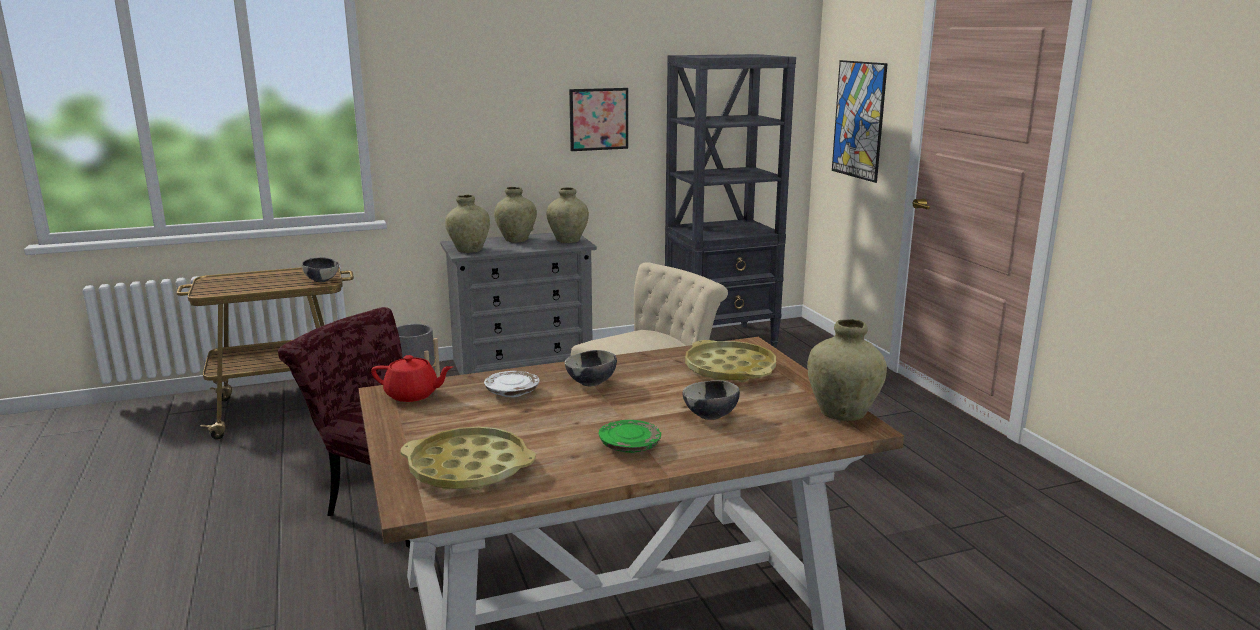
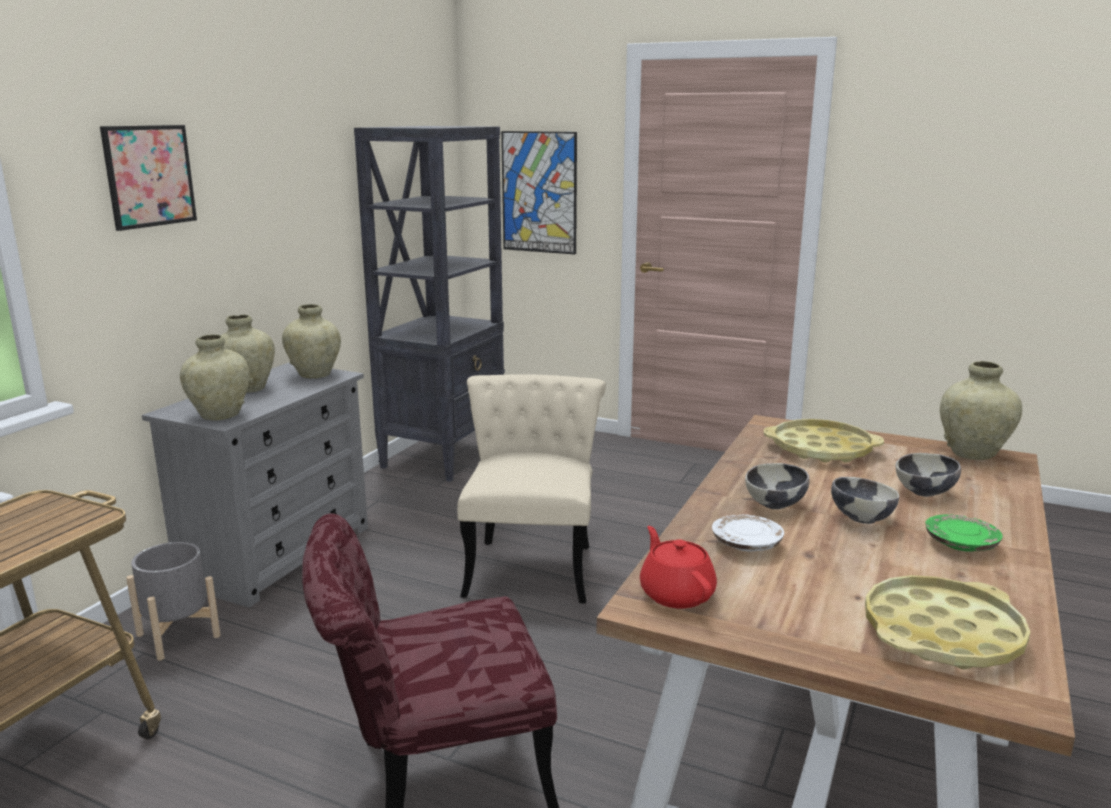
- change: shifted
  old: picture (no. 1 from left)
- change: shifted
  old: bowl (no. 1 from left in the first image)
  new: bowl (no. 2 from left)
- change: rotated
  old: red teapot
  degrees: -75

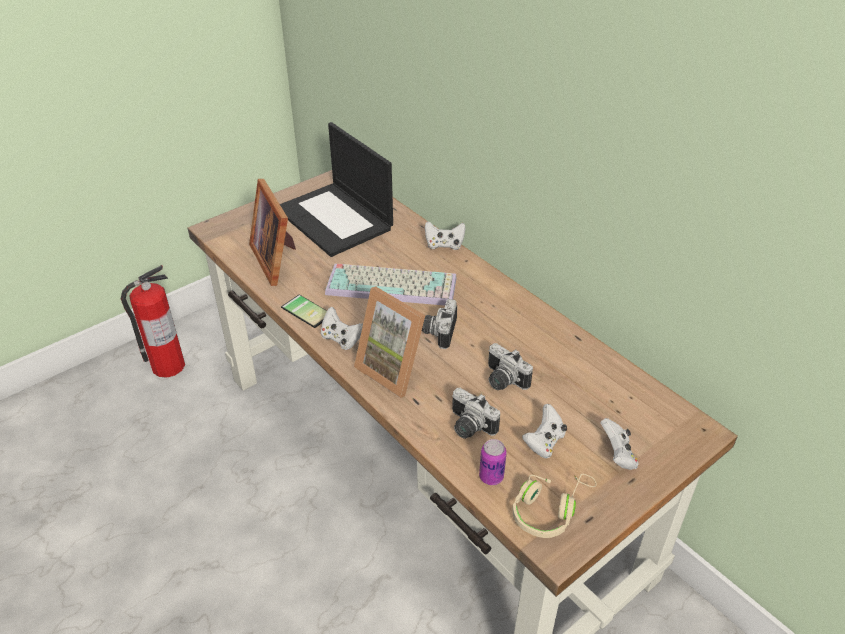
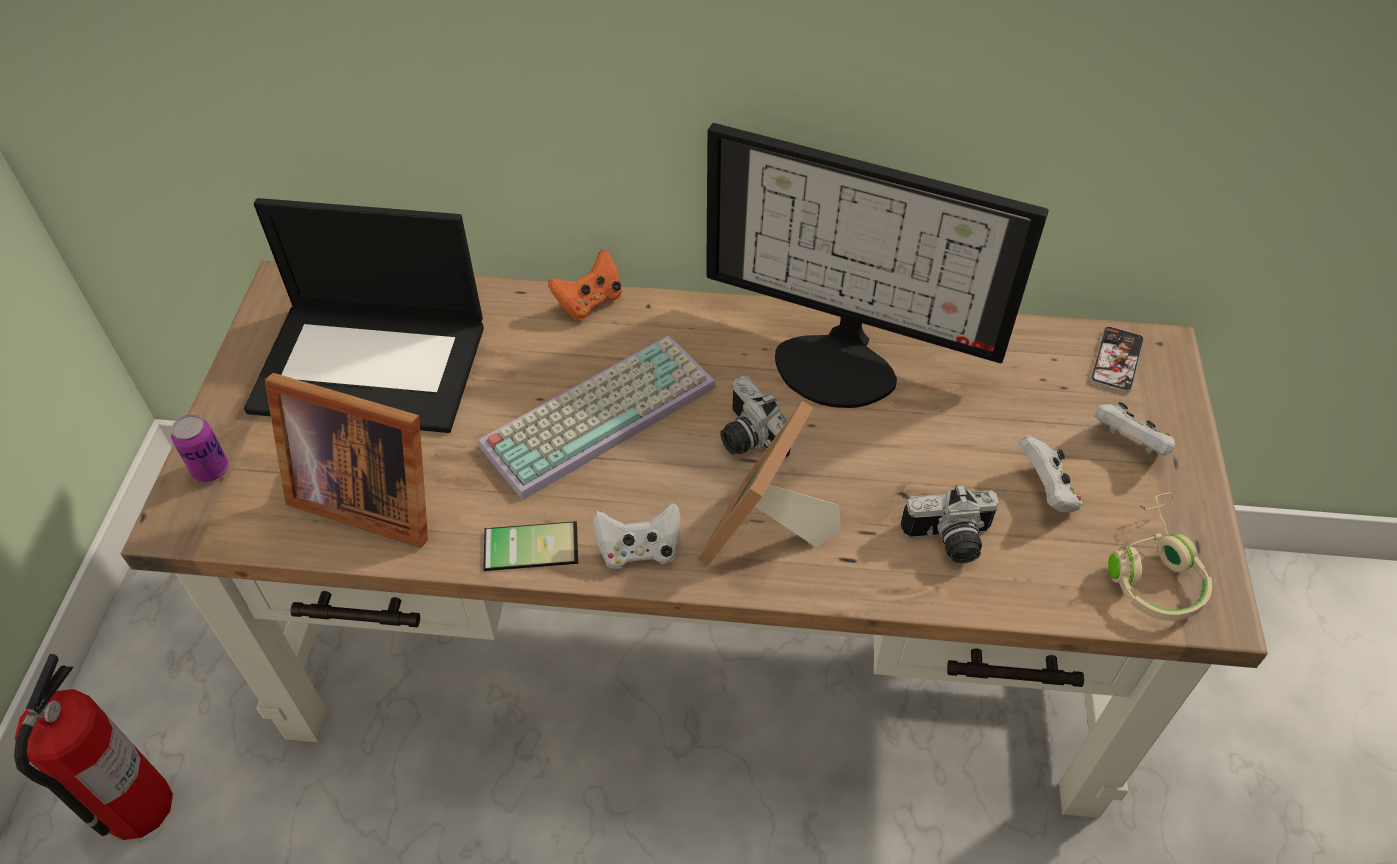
- change: repainted
  old: white game controller (no. 2 from left)
  new: orange game controller
- change: rotated
  old: picture frame (no. 2 from left)
  degrees: 120
- change: gone
  old: photo camera (no. 3 from left)
- change: shifted
  old: can
- change: new
  new: monitor
- change: new
  new: phone (no. 2 from left)

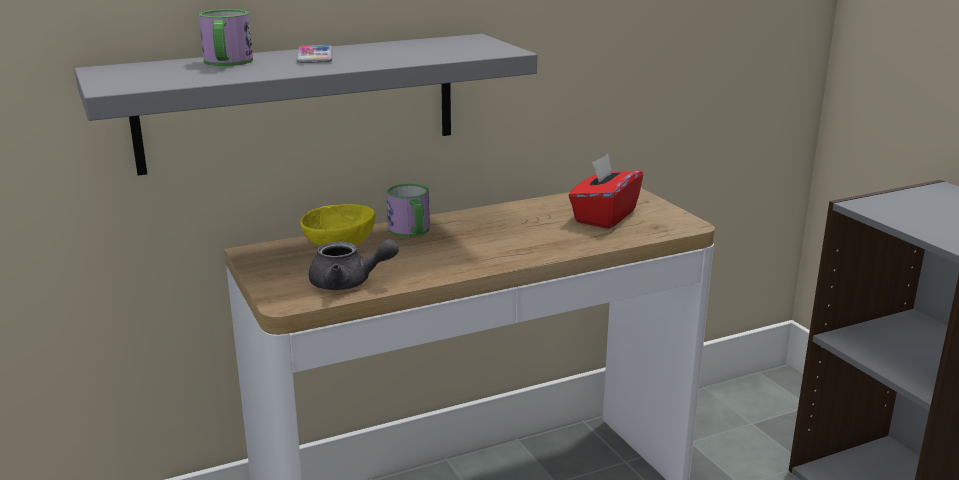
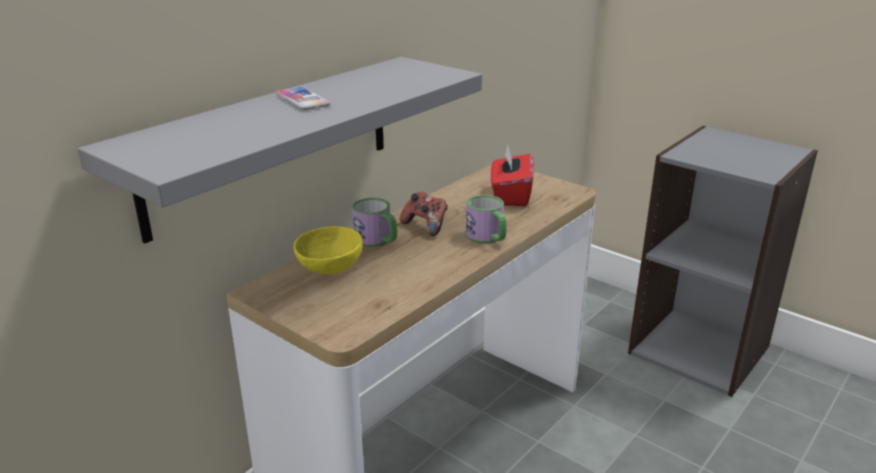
- change: shifted
  old: mug (no. 1 from left in the first image)
  new: mug (no. 2 from left)
- change: gone
  old: grey teapot
- change: new
  new: game controller

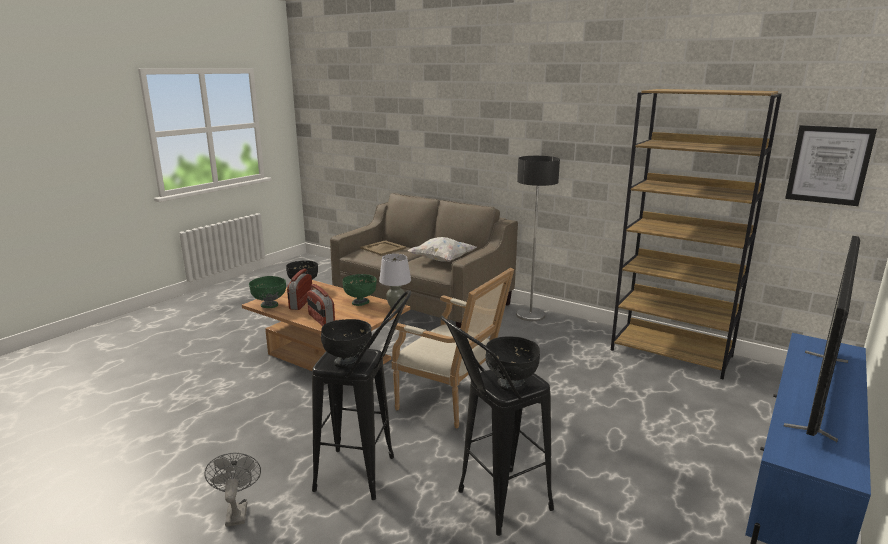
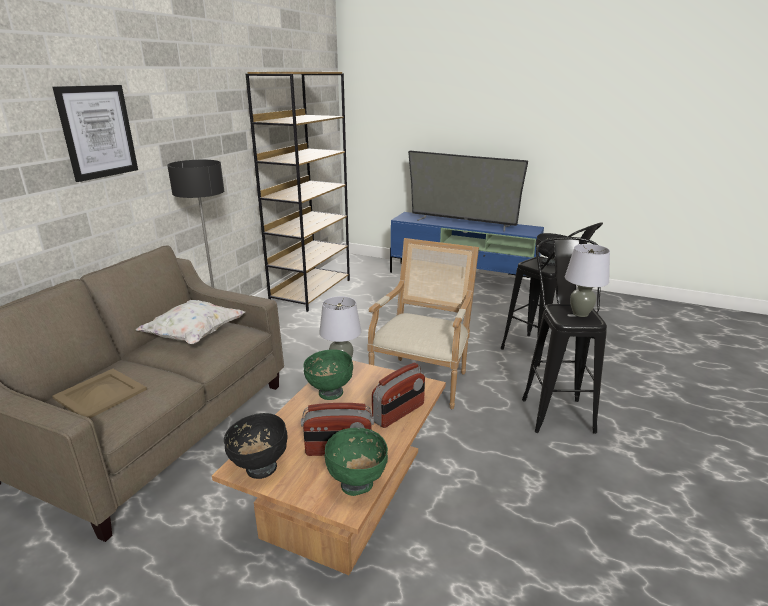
- change: shifted
  old: picture
- change: swapped
  old: black bowl (no. 2 from left)
  new: grey table lamp (no. 2 from left)
- change: gone
  old: grey fan

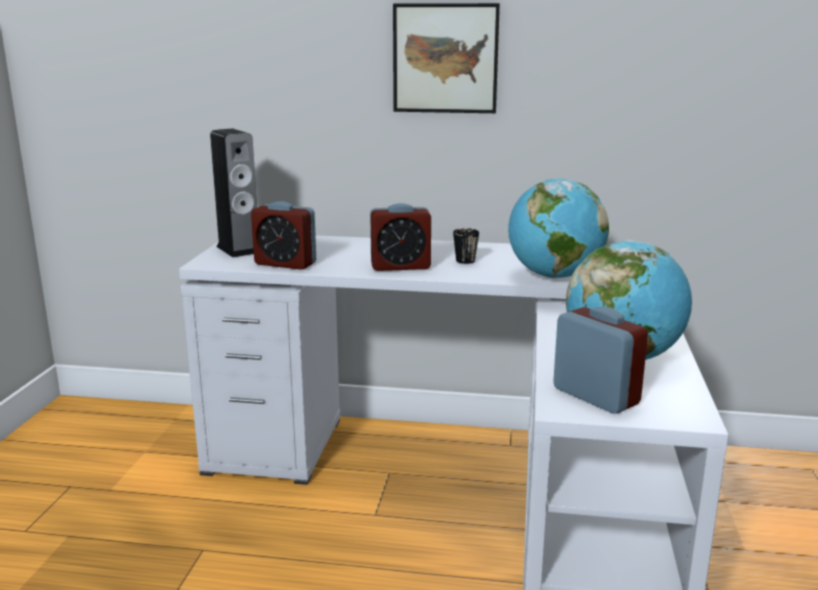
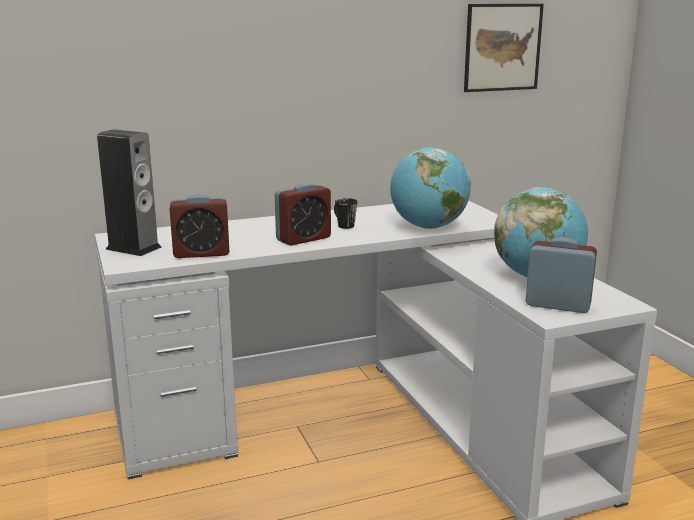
- change: shifted
  old: picture

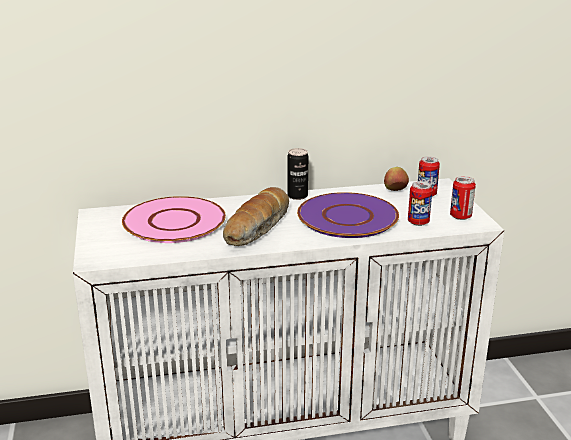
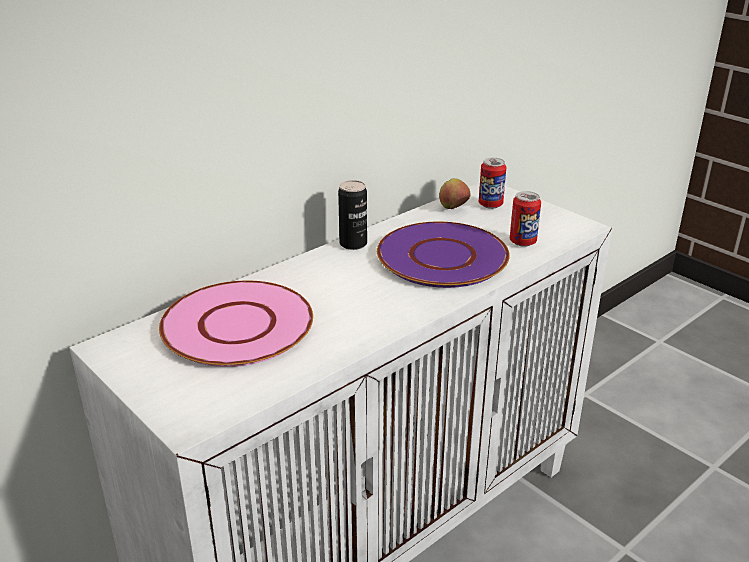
- change: gone
  old: can (no. 4 from left)
- change: gone
  old: bread

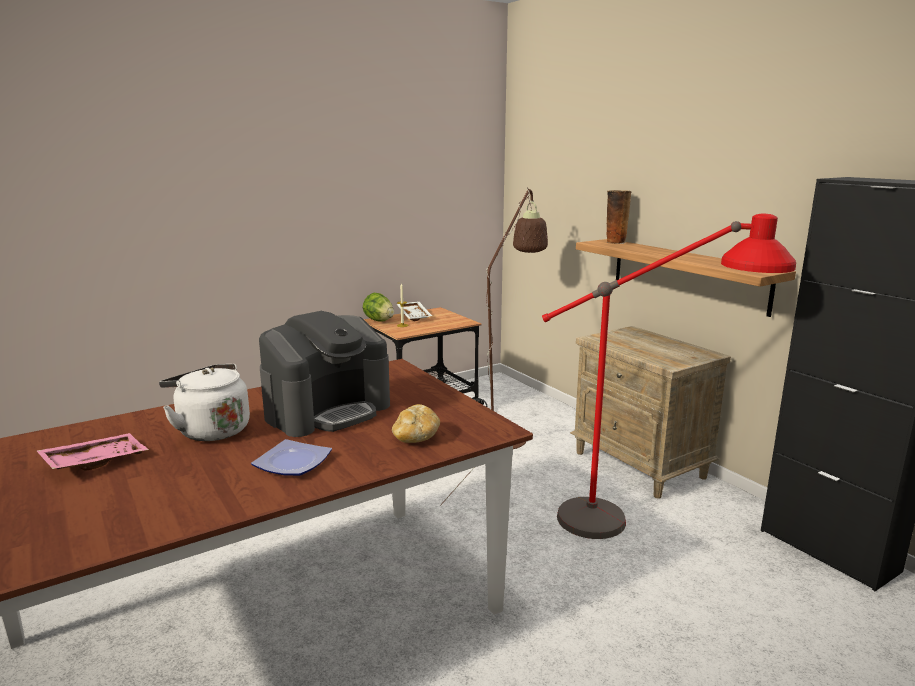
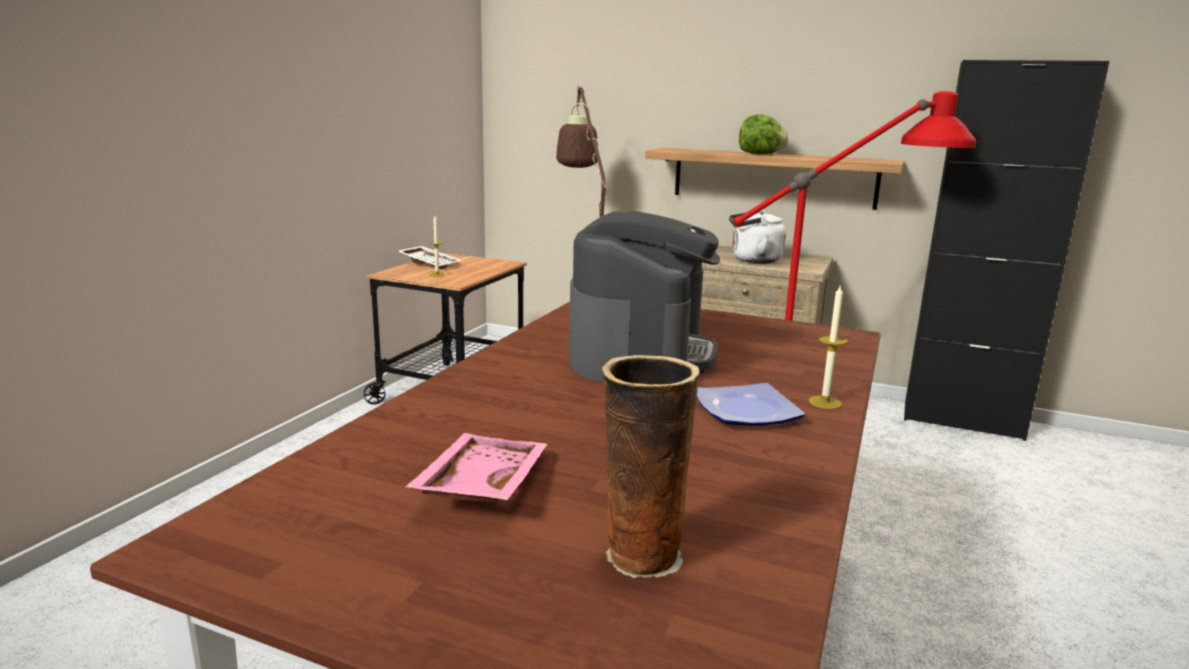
- change: shifted
  old: vase
- change: shifted
  old: lettuce
- change: shifted
  old: white kettle
- change: gone
  old: bread
- change: new
  new: candle (no. 2 from left)

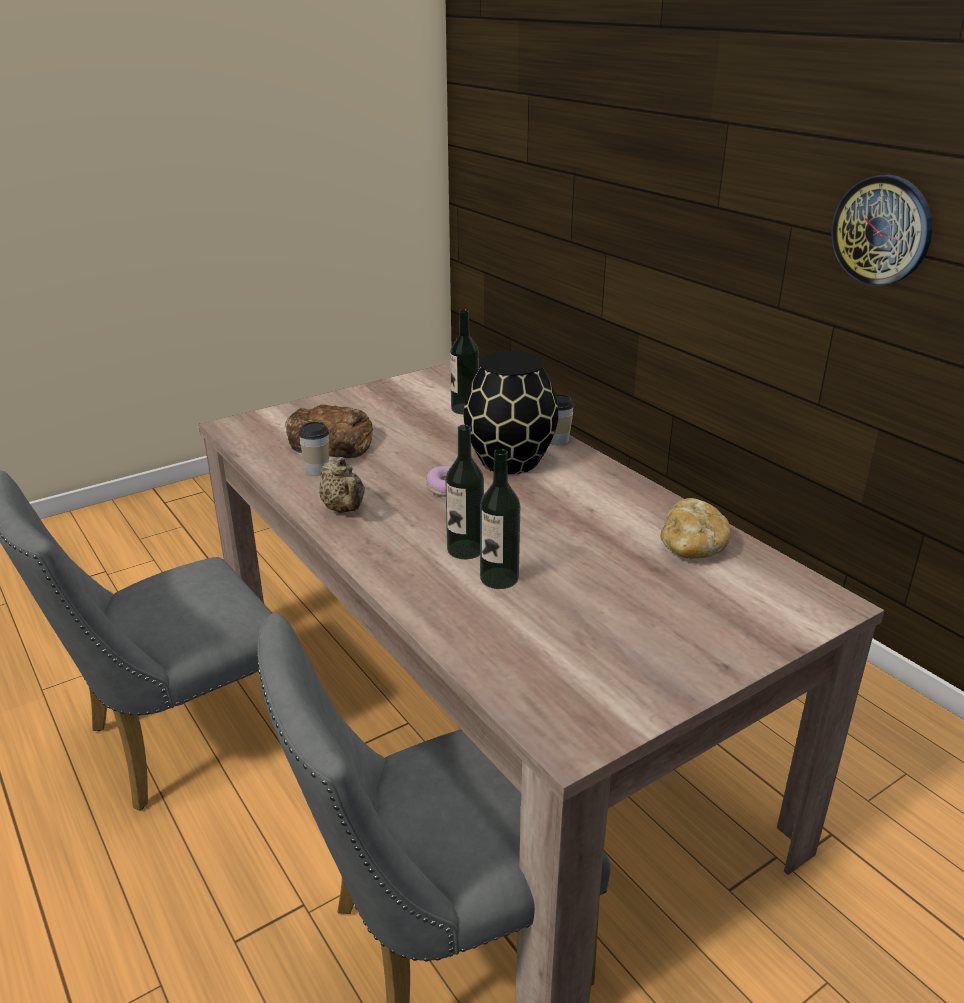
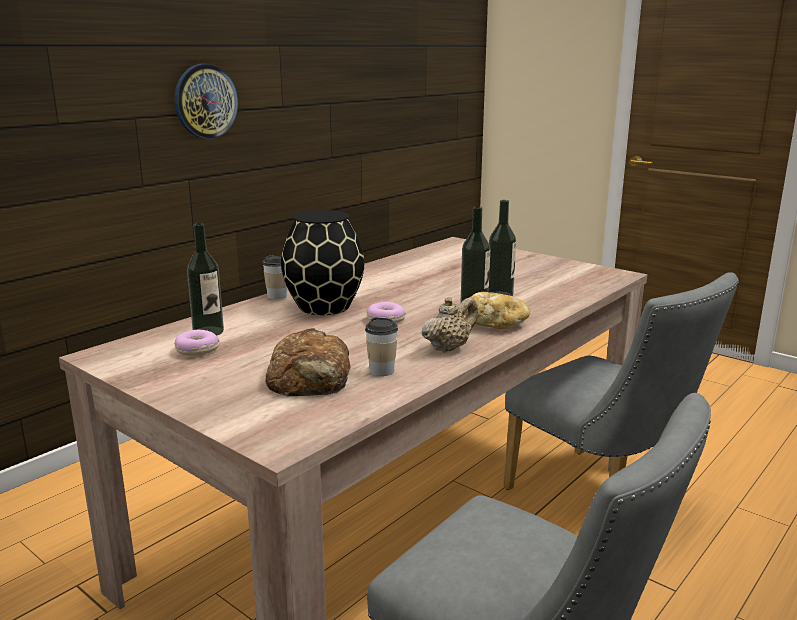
- change: shifted
  old: bread (no. 2 from left)
- change: new
  new: donut (no. 1 from left)

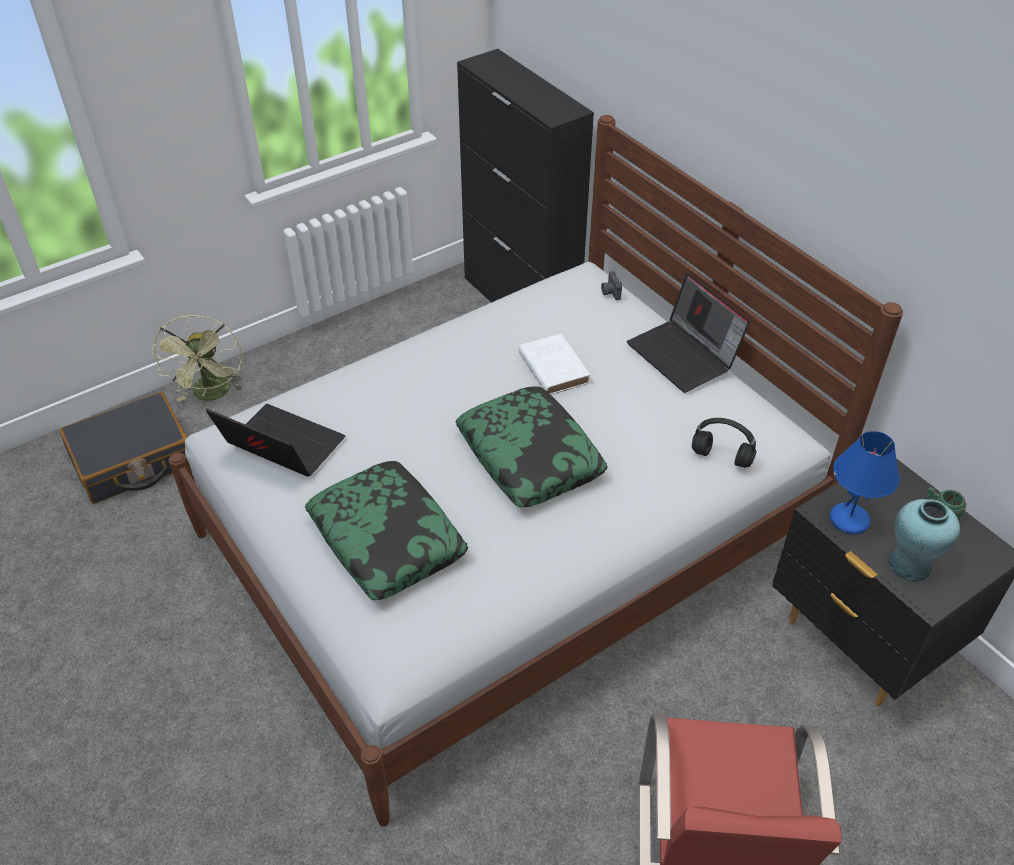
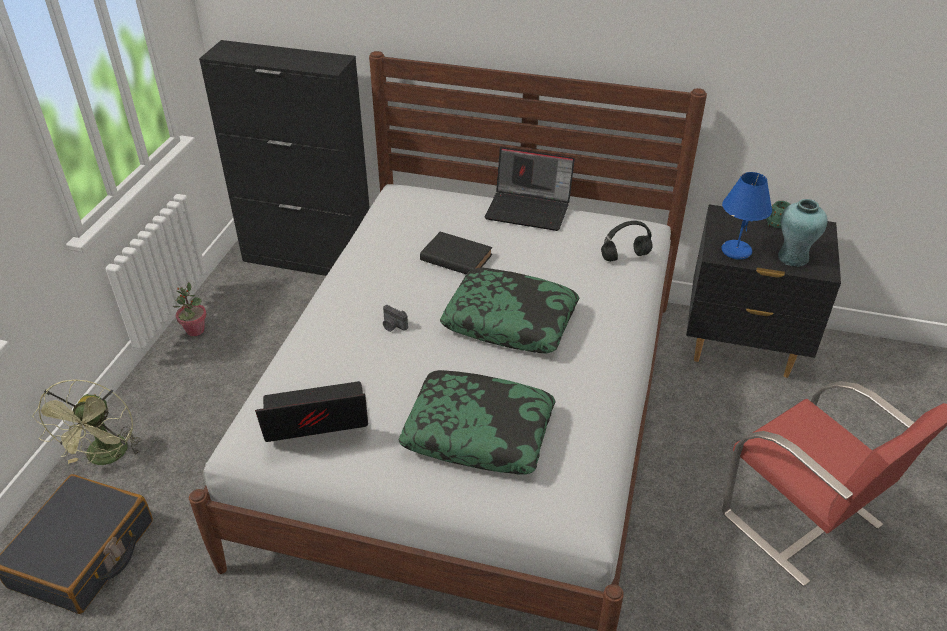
- change: shifted
  old: photo camera
- change: rotated
  old: green fan
  degrees: 45
- change: repainted
  old: white book
  new: black book
- change: new
  new: potted plant

